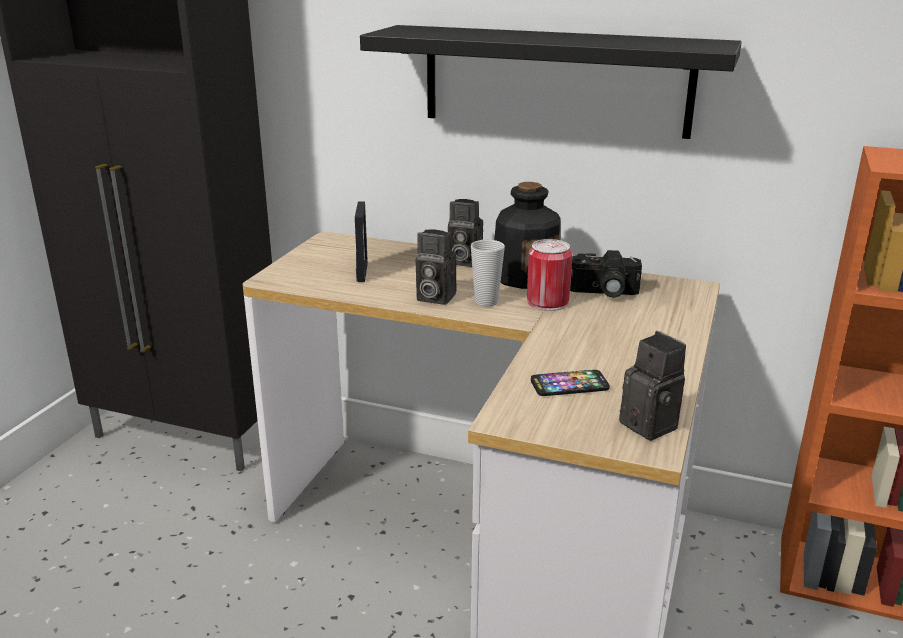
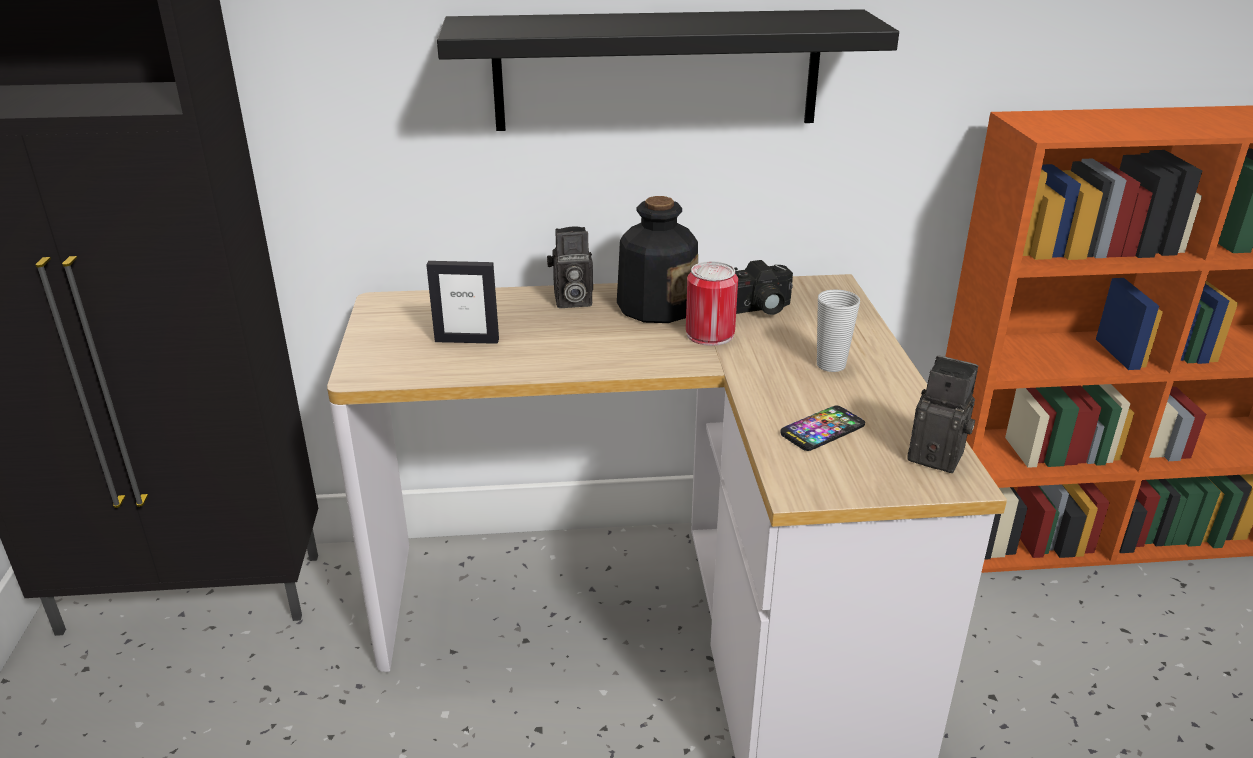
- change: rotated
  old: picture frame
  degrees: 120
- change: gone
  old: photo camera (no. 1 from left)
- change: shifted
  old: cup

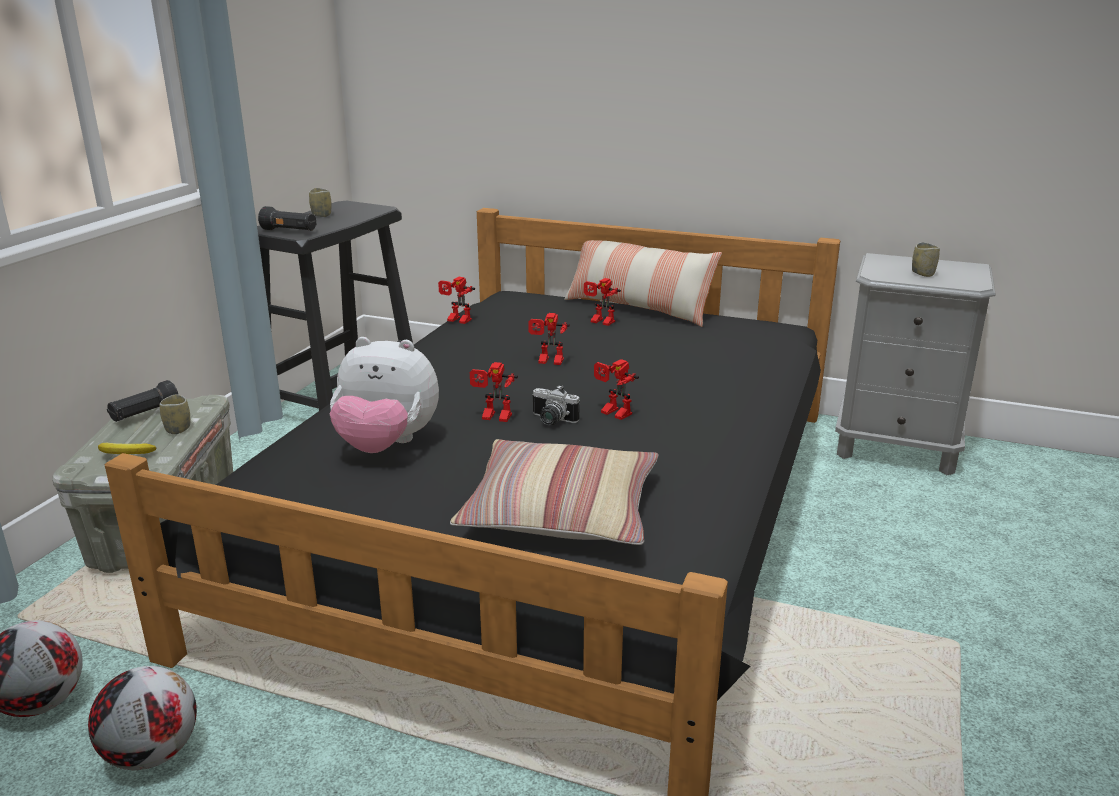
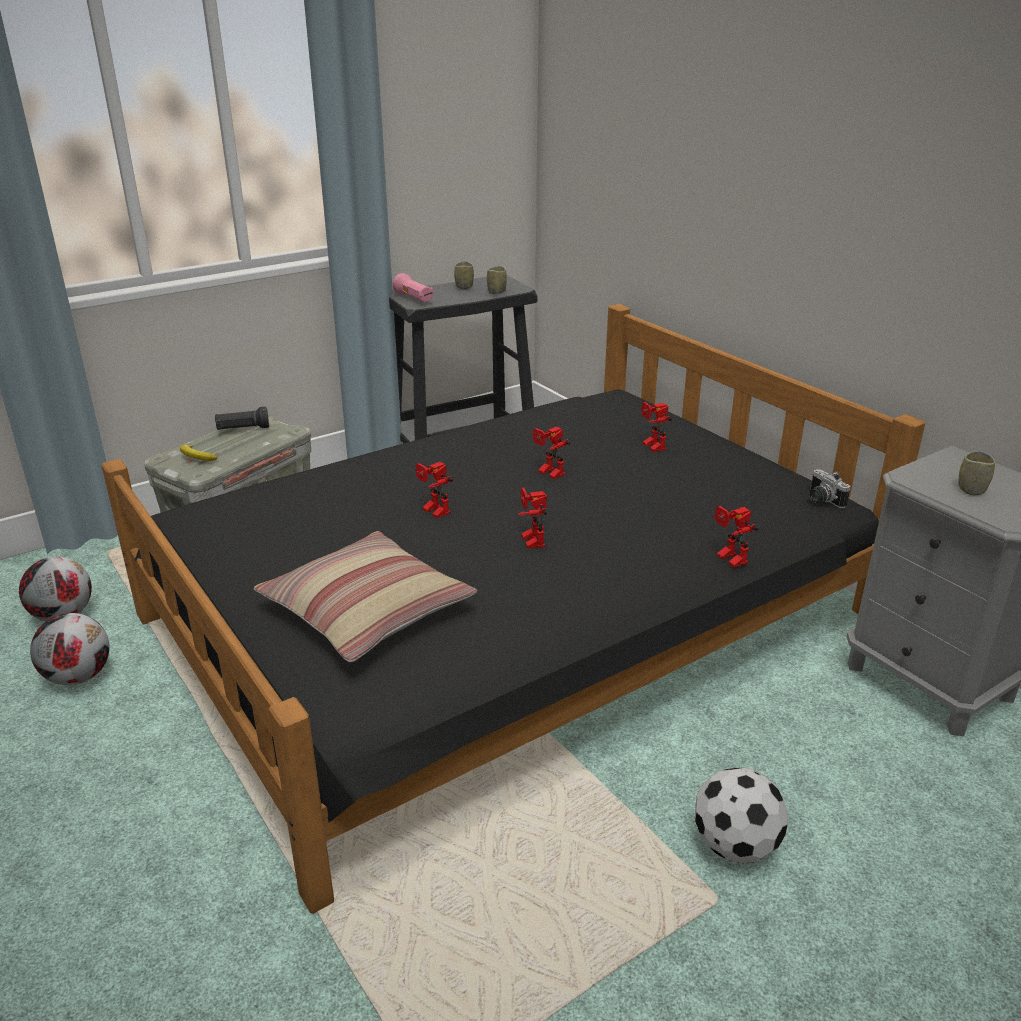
- change: repainted
  old: black flashlight (no. 2 from left)
  new: pink flashlight
- change: gone
  old: pillow (no. 2 from left)
- change: shifted
  old: toy robot (no. 1 from left in the first image)
  new: toy robot (no. 5 from left)
- change: gone
  old: plush toy
- change: shifted
  old: photo camera
- change: shifted
  old: cup (no. 1 from left in the first image)
  new: cup (no. 2 from left)
- change: new
  new: football (no. 3 from left)

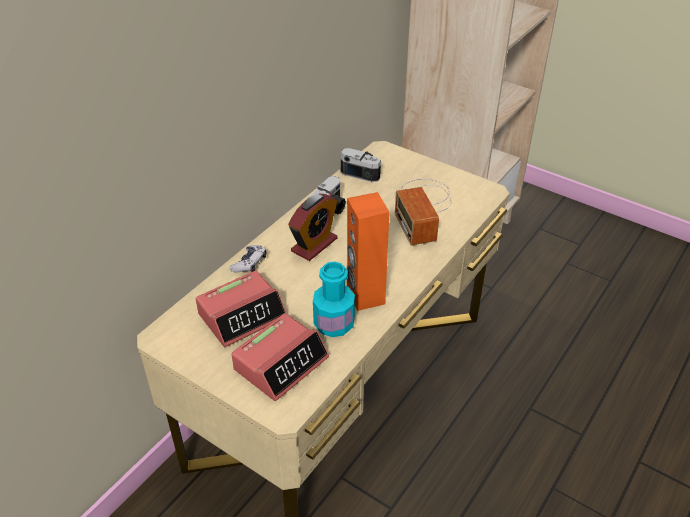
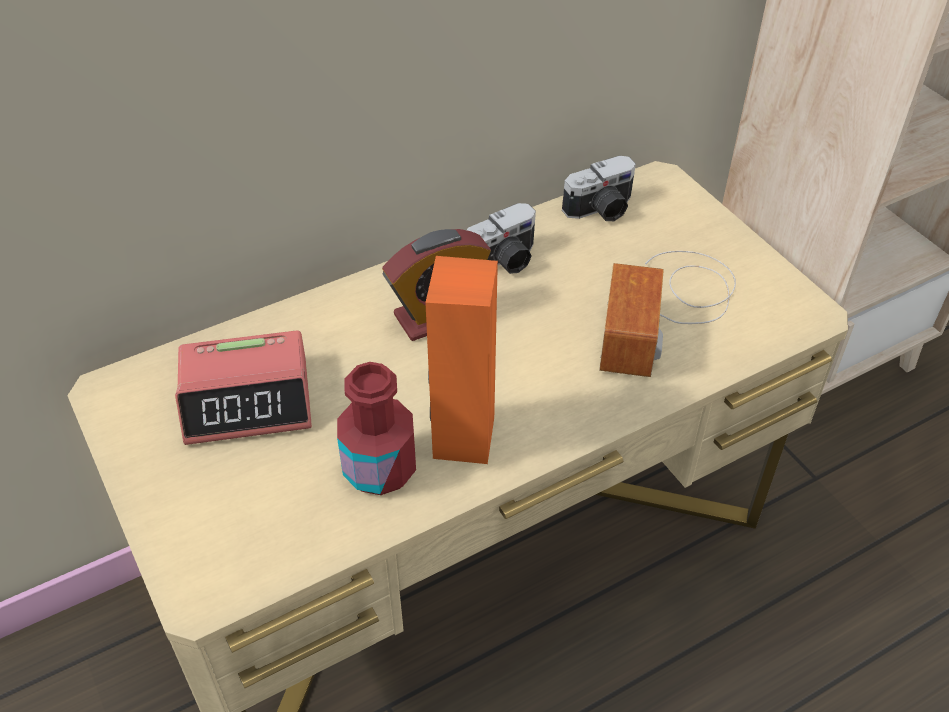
- change: rotated
  old: photo camera (no. 2 from left)
  degrees: 105
- change: gone
  old: game controller
- change: repainted
  old: turquoise bottle
  new: red bottle
- change: gone
  old: alarm clock (no. 2 from left)

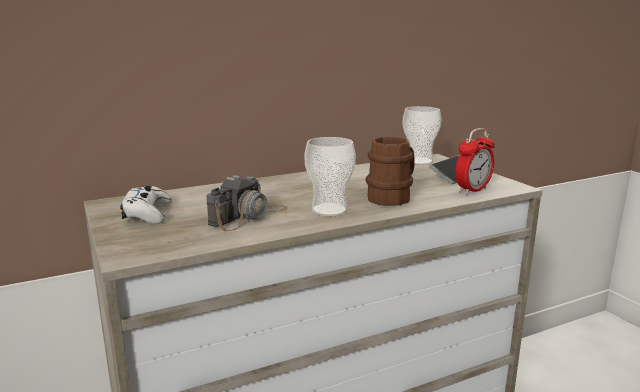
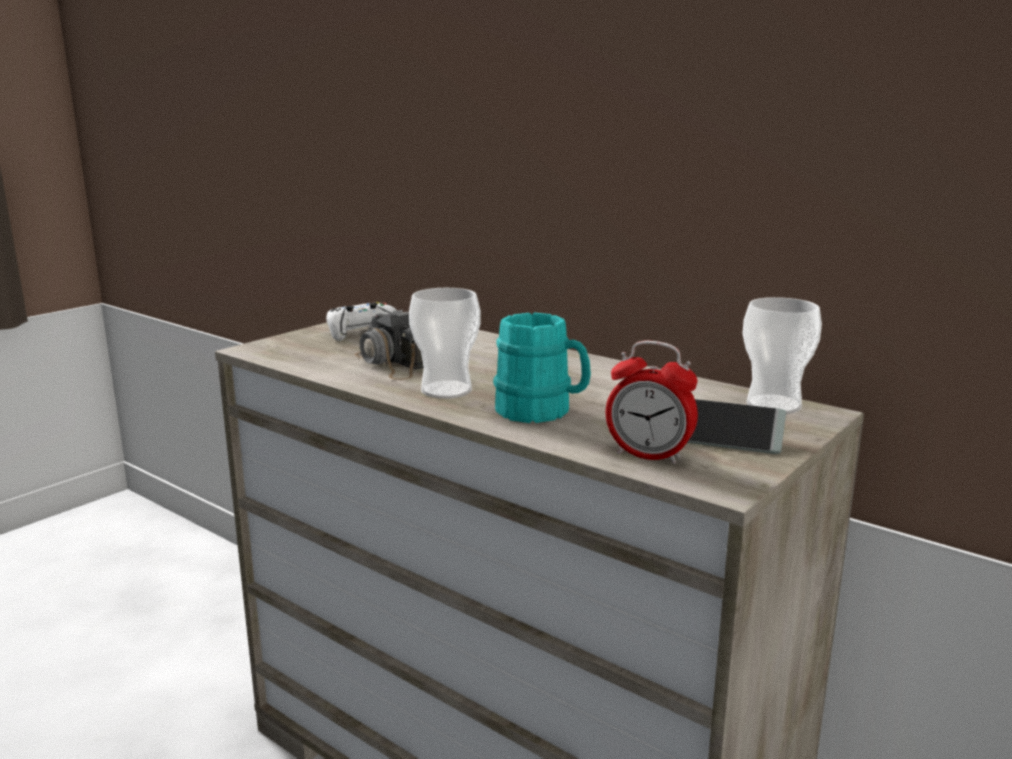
- change: repainted
  old: brown mug
  new: turquoise mug
- change: rotated
  old: photo camera
  degrees: 45

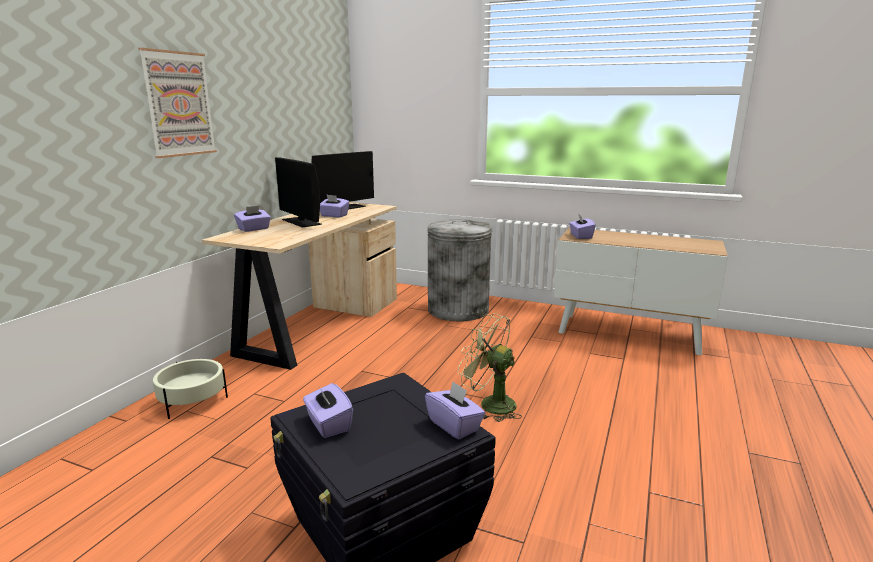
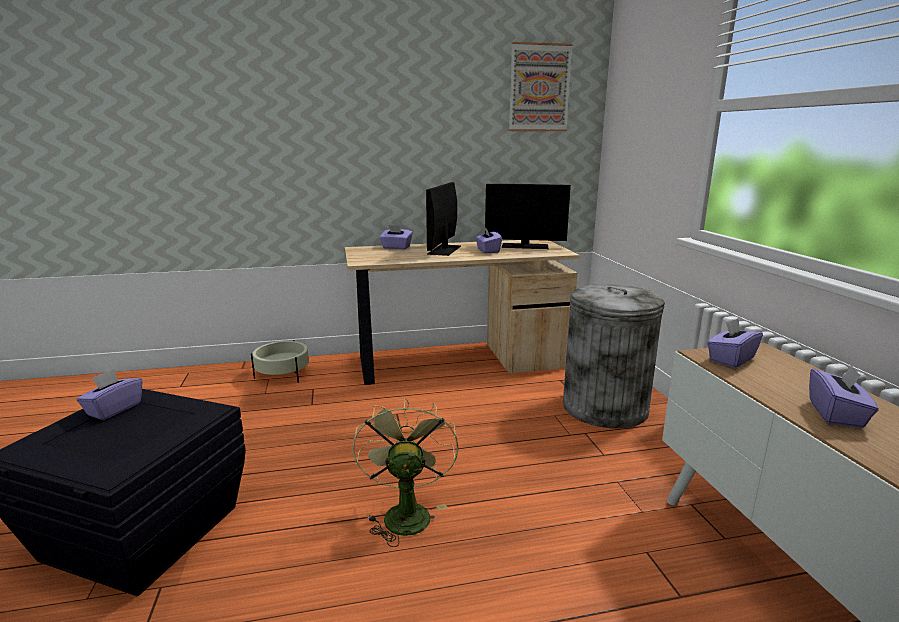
- change: shifted
  old: picture
- change: shifted
  old: purple tissue box (no. 4 from left in the first image)
  new: purple tissue box (no. 5 from left)

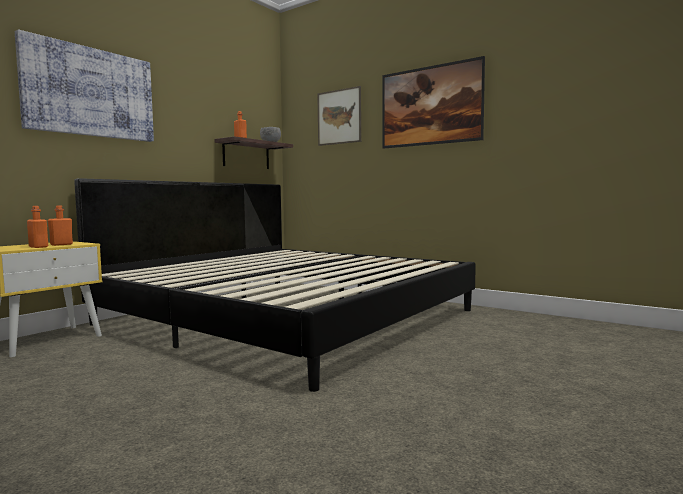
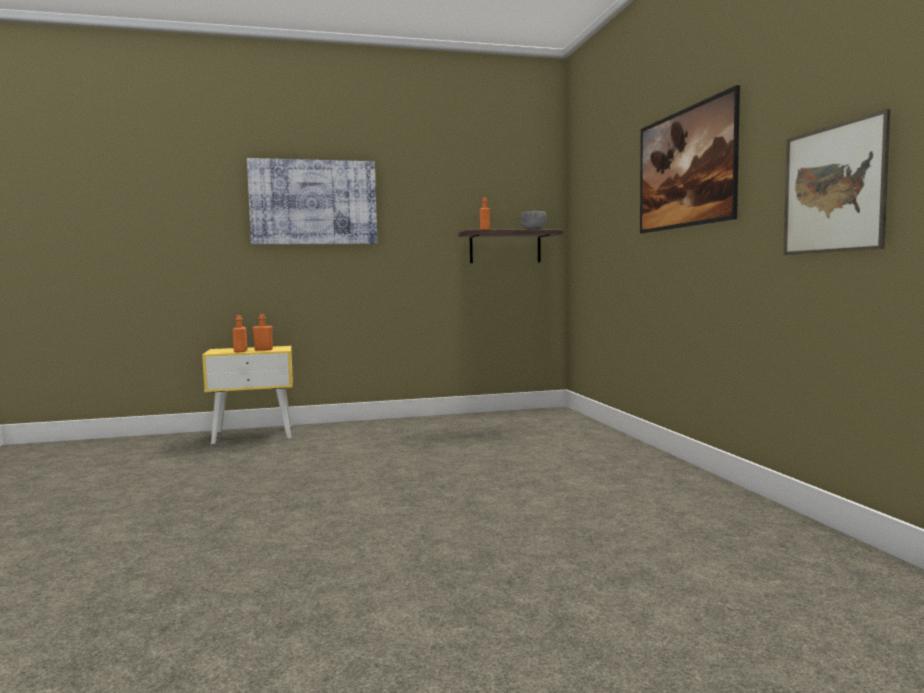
- change: shifted
  old: picture (no. 2 from left in the first image)
  new: picture (no. 3 from left)
- change: gone
  old: bed

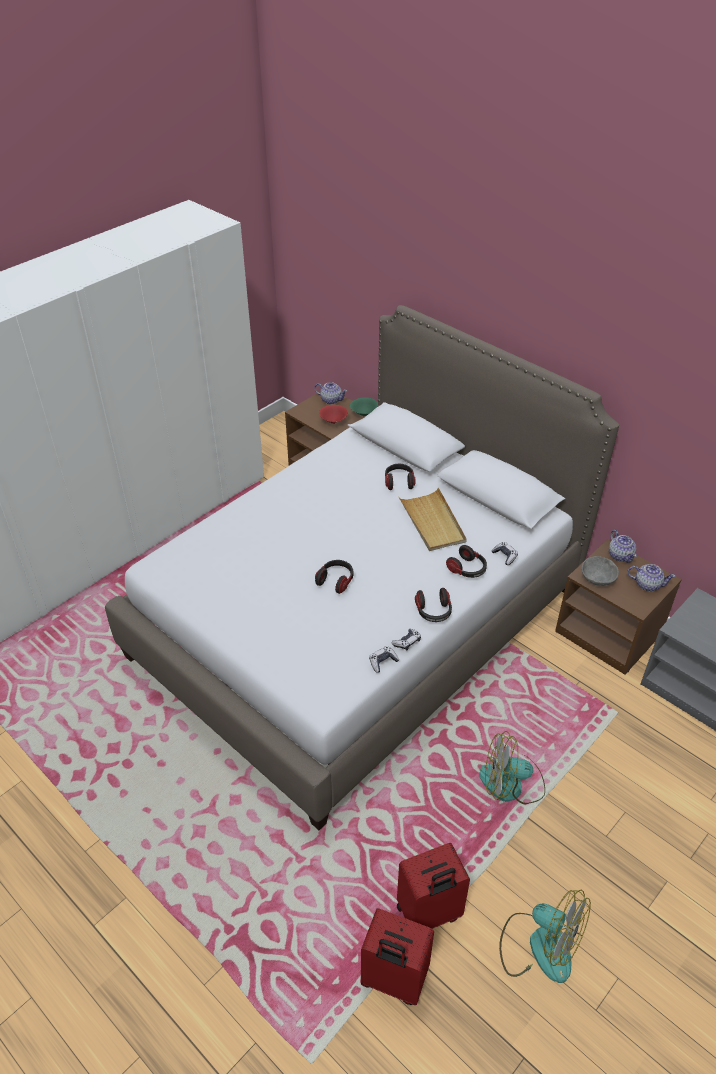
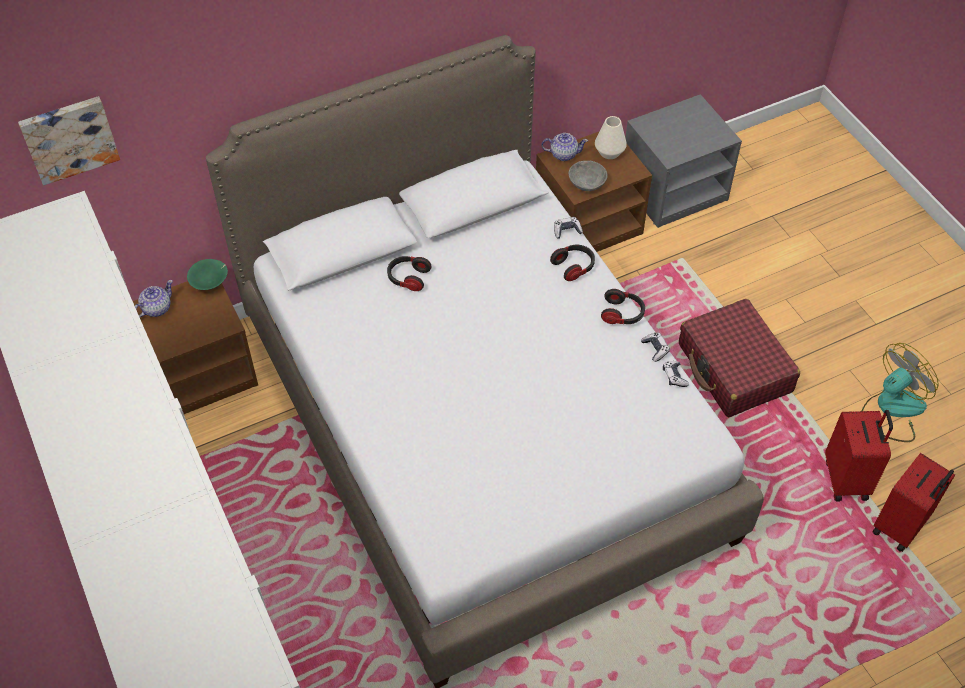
- change: gone
  old: red bowl
- change: gone
  old: beige tray
- change: gone
  old: headphones (no. 1 from left)
- change: swapped
  old: teapot (no. 3 from left)
  new: white vase
- change: swapped
  old: fan (no. 1 from left)
  new: red suitcase (no. 1 from left)
- change: new
  new: picture

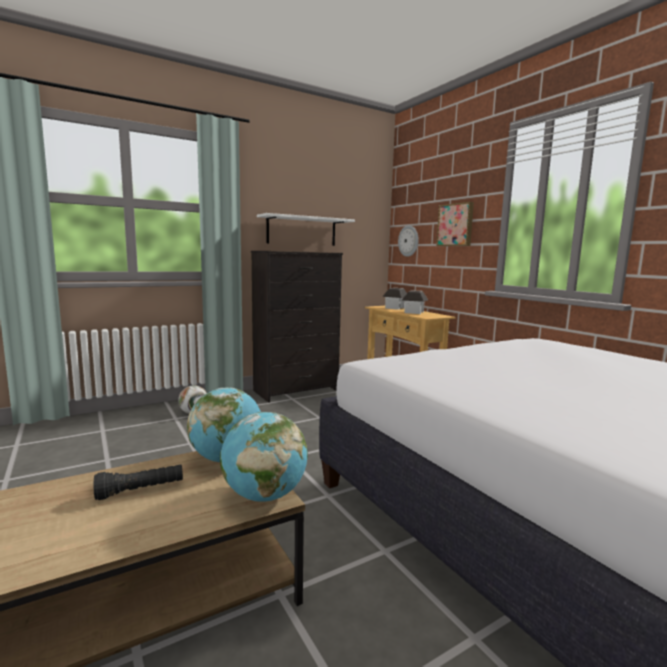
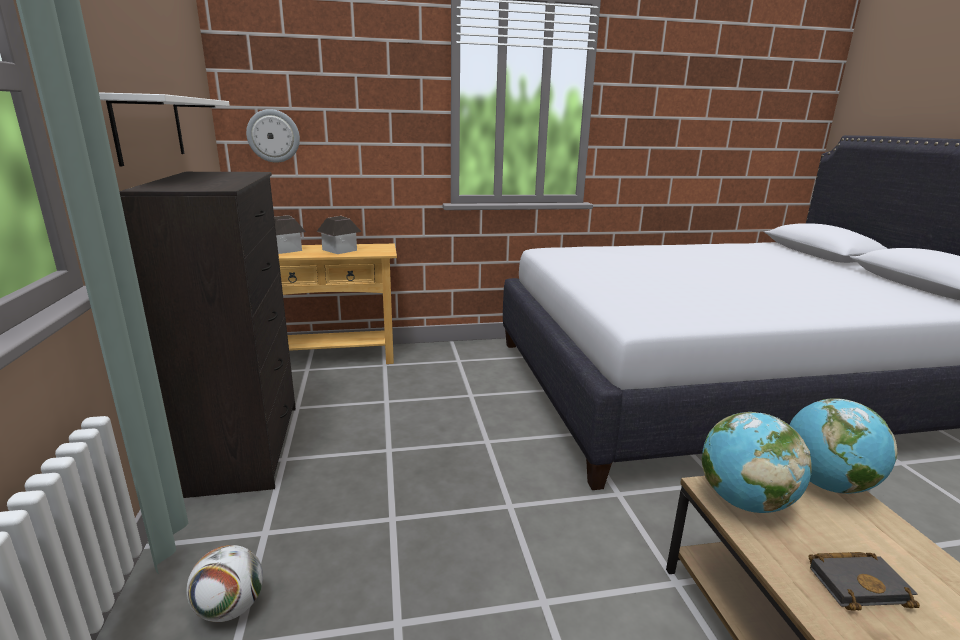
- change: gone
  old: picture
- change: swapped
  old: black flashlight
  new: black book

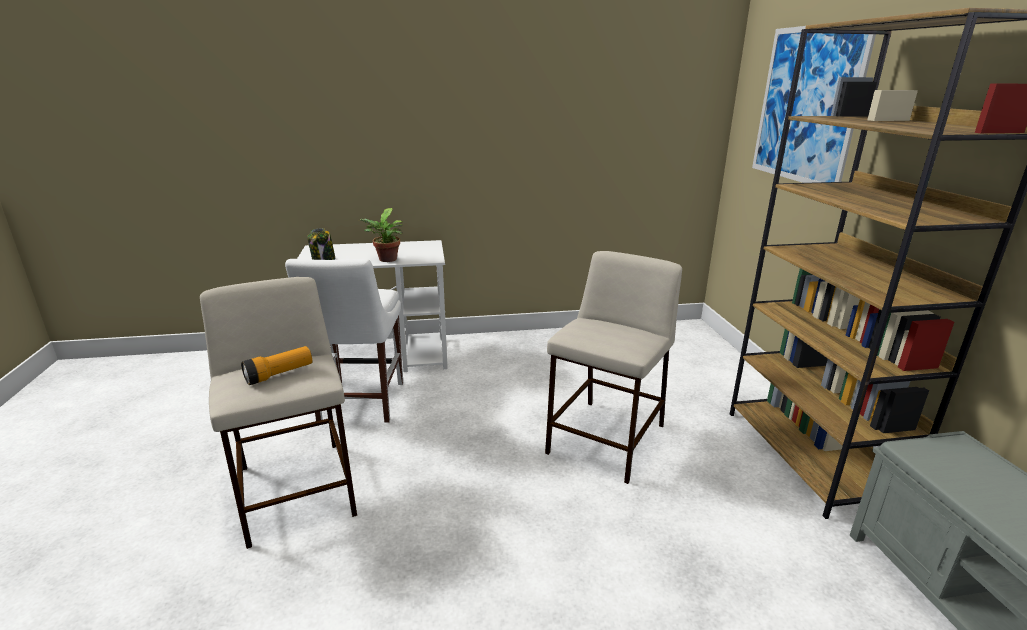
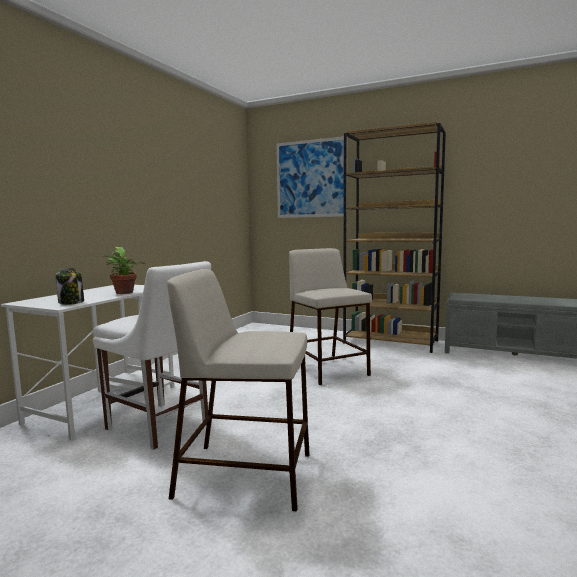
- change: gone
  old: flashlight

